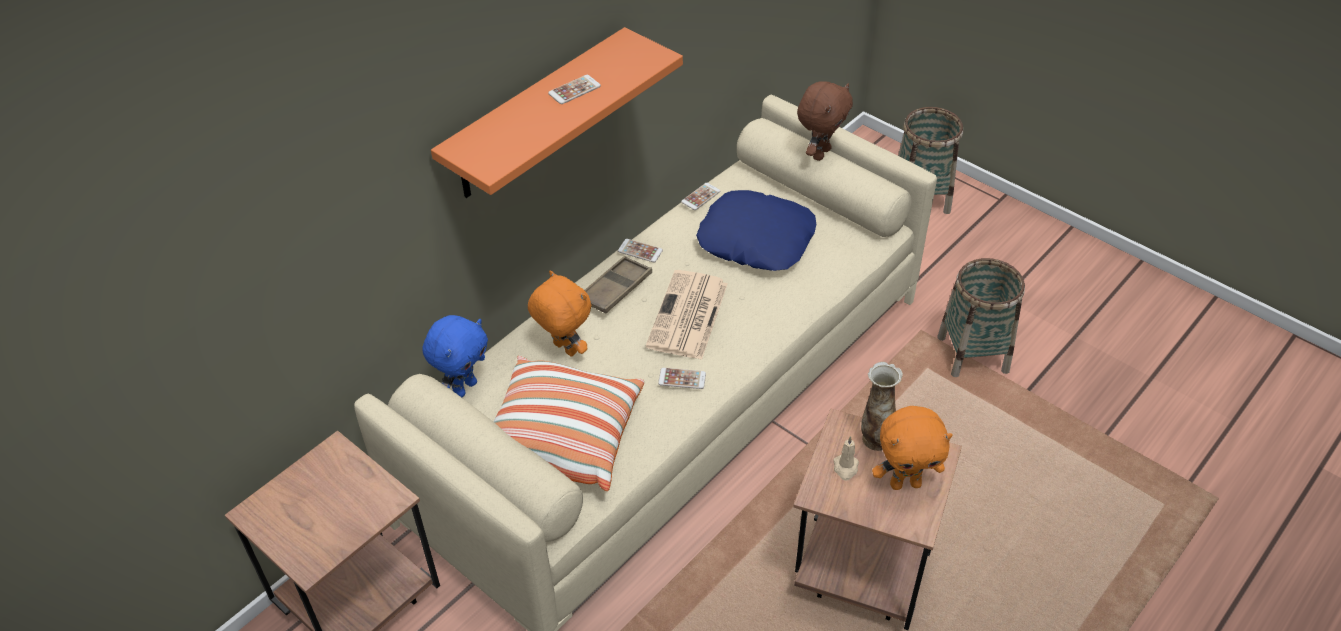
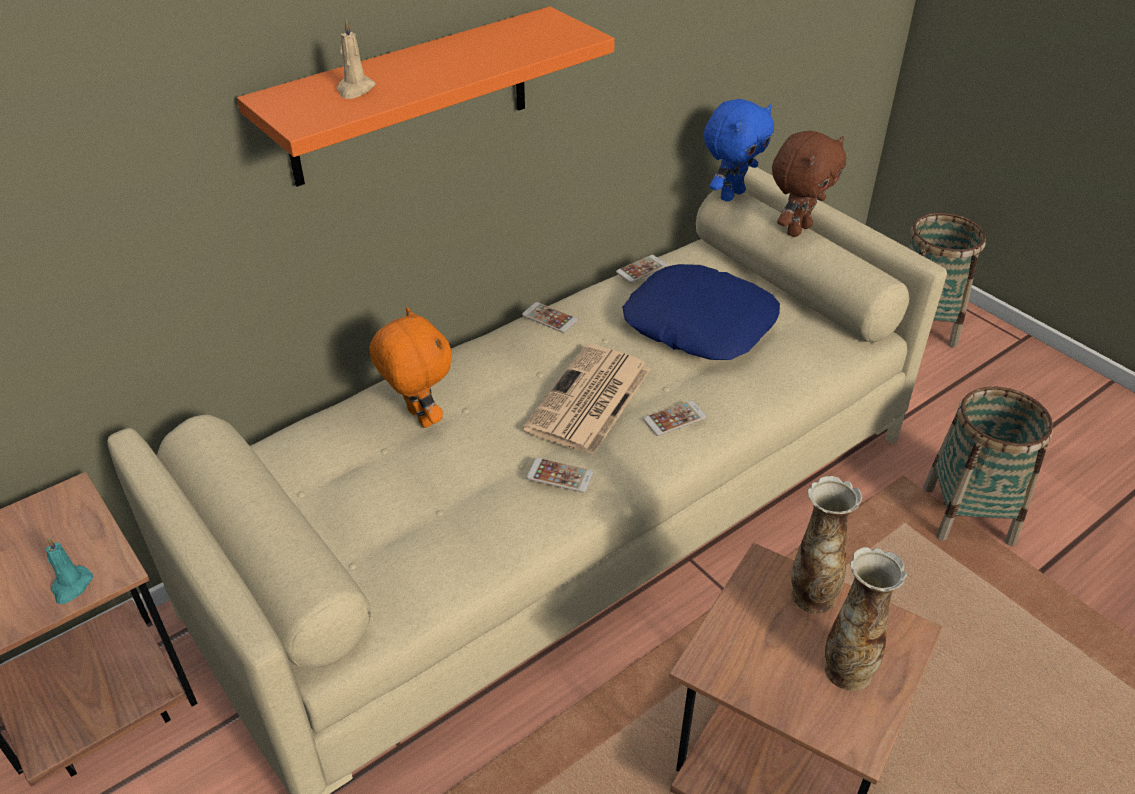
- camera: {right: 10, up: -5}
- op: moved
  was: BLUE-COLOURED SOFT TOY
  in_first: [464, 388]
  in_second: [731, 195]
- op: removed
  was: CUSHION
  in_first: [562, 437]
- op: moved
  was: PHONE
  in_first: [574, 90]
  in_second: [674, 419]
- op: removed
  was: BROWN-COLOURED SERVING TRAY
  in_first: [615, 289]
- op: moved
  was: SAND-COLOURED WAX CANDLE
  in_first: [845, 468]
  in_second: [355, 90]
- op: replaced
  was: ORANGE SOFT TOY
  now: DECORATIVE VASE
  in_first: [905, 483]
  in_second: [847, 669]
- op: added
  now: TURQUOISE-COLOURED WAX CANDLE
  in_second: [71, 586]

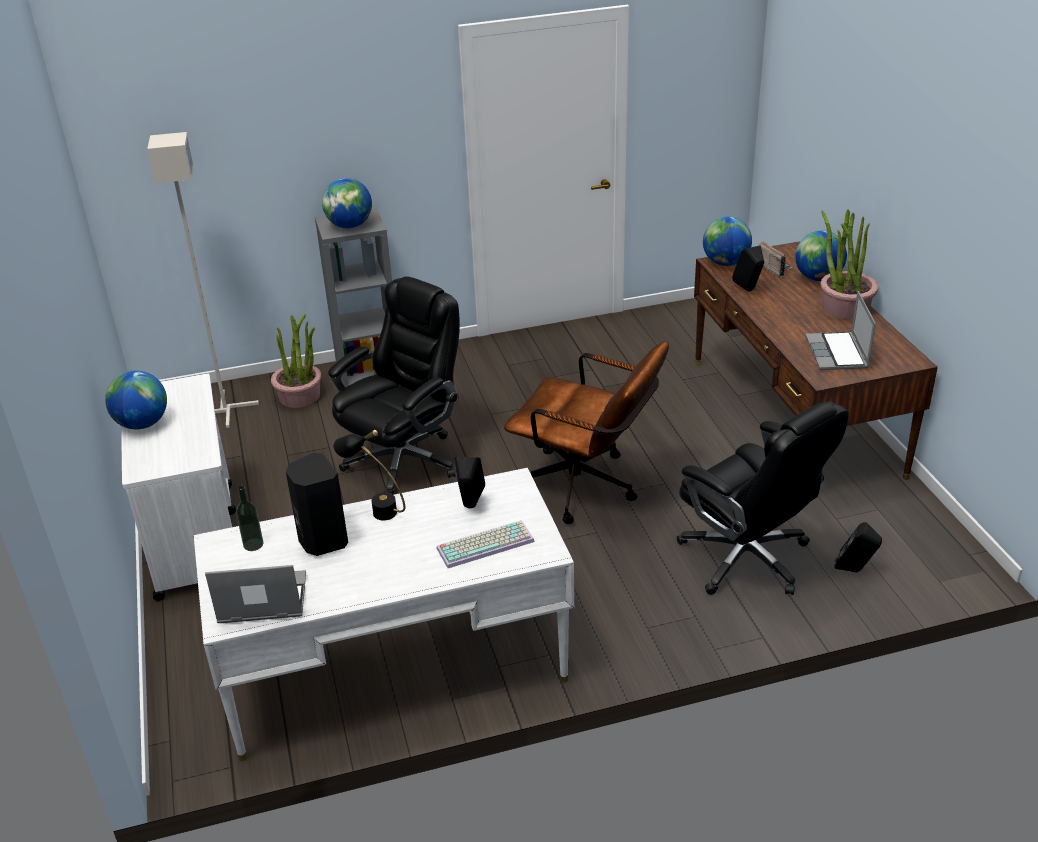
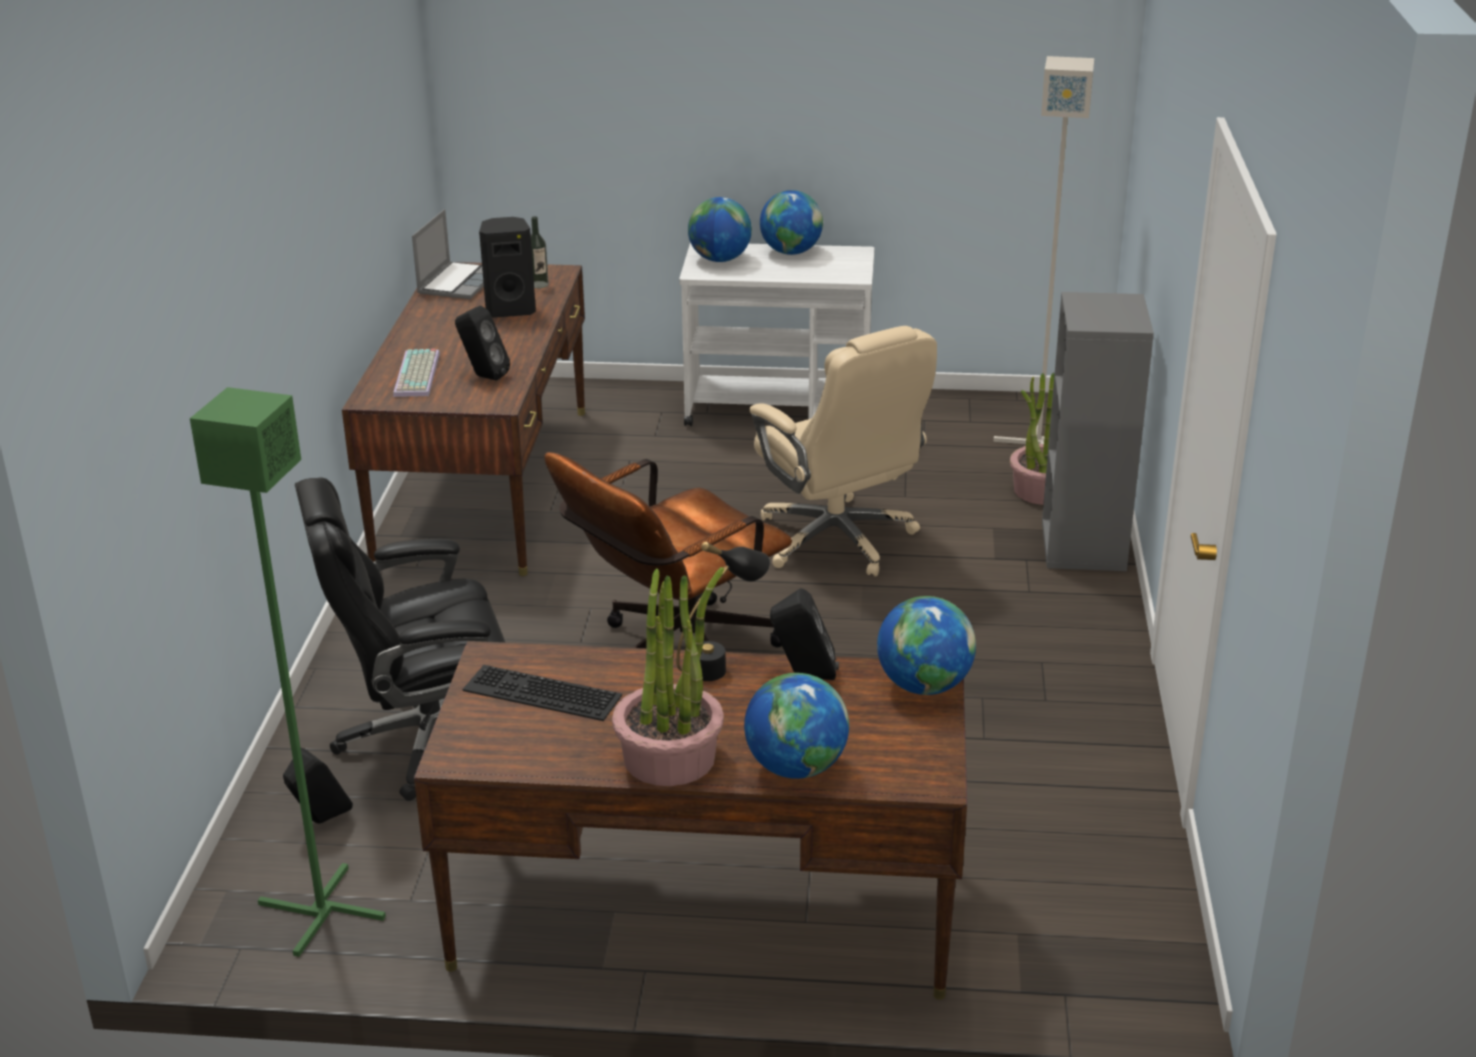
- camera: {right: 110, up: -5}
- op: recoloured
  was: WHITISH DESK TABLE
  now: BROWN-COLOURED DESK TABLE
  in_first: [395, 668]
  in_second: [485, 485]
- op: moved
  was: WORLD GLOBE
  in_first: [350, 226]
  in_second: [720, 259]
- op: recoloured
  was: BLACK-COLOURED COMPUTER CHAIR
  now: SAND-COLOURED COMPUTER CHAIR
  in_first: [404, 460]
  in_second: [838, 540]
- op: moved
  was: BLACK-COLOURED TABLETOP LAMP
  in_first: [375, 509]
  in_second: [722, 664]
- op: removed
  was: RADIO SET
  in_first: [774, 268]
- op: replaced
  was: LAPTOP
  now: KEYBOARD
  in_first: [838, 353]
  in_second: [539, 694]
- op: added
  now: GREENISH STANDARD LAMP
  in_second: [321, 912]

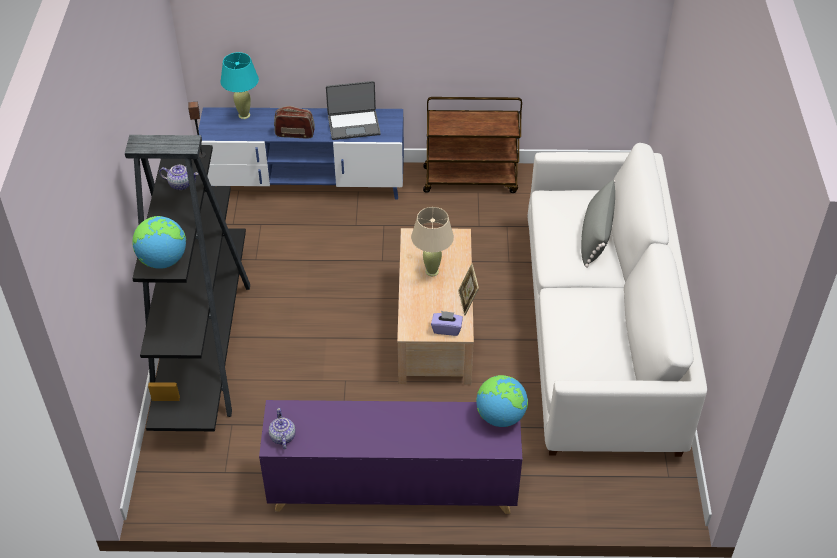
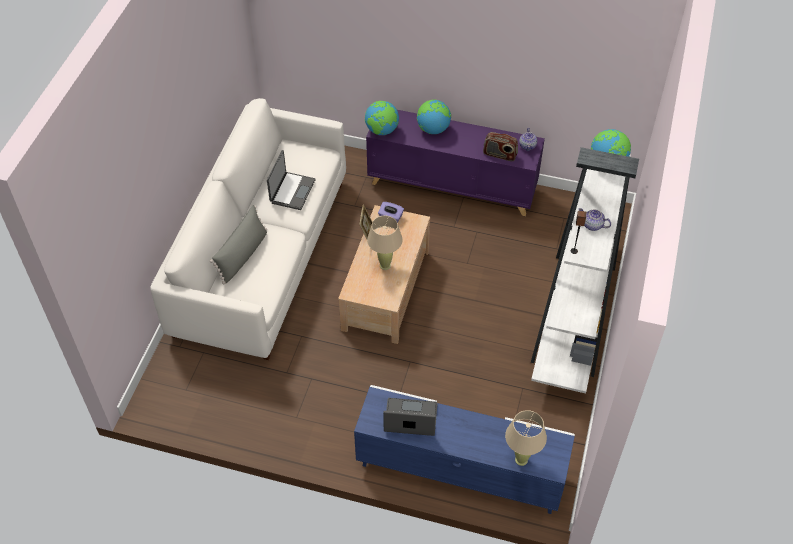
- camera: {right: -165, up: 5}
- op: recoloured
  was: BLACK-COLOURED BOOKCASE
  now: WHITISH BOOKCASE
  in_first: [203, 344]
  in_second: [574, 315]
- op: recoloured
  was: TURQUOISE-COLOURED TABLETOP LAMP
  now: SAND-COLOURED TABLETOP LAMP
  in_first: [244, 115]
  in_second: [521, 460]
- op: moved
  was: RADIO SET
  in_first: [295, 133]
  in_second: [500, 155]
- op: removed
  was: BROWN-COLOURED TROLLEY
  in_first: [471, 179]
- op: added
  now: LAPTOP
  in_second: [292, 191]
- op: added
  now: WORLD GLOBE
  in_second: [433, 129]

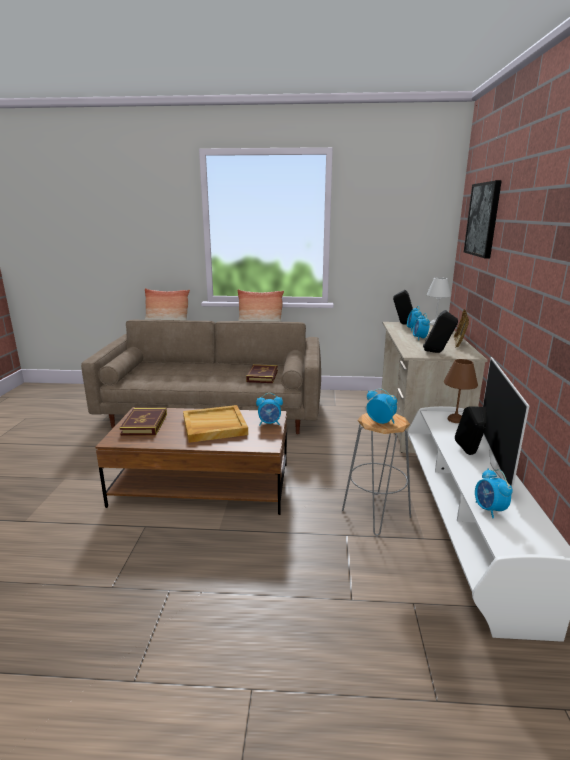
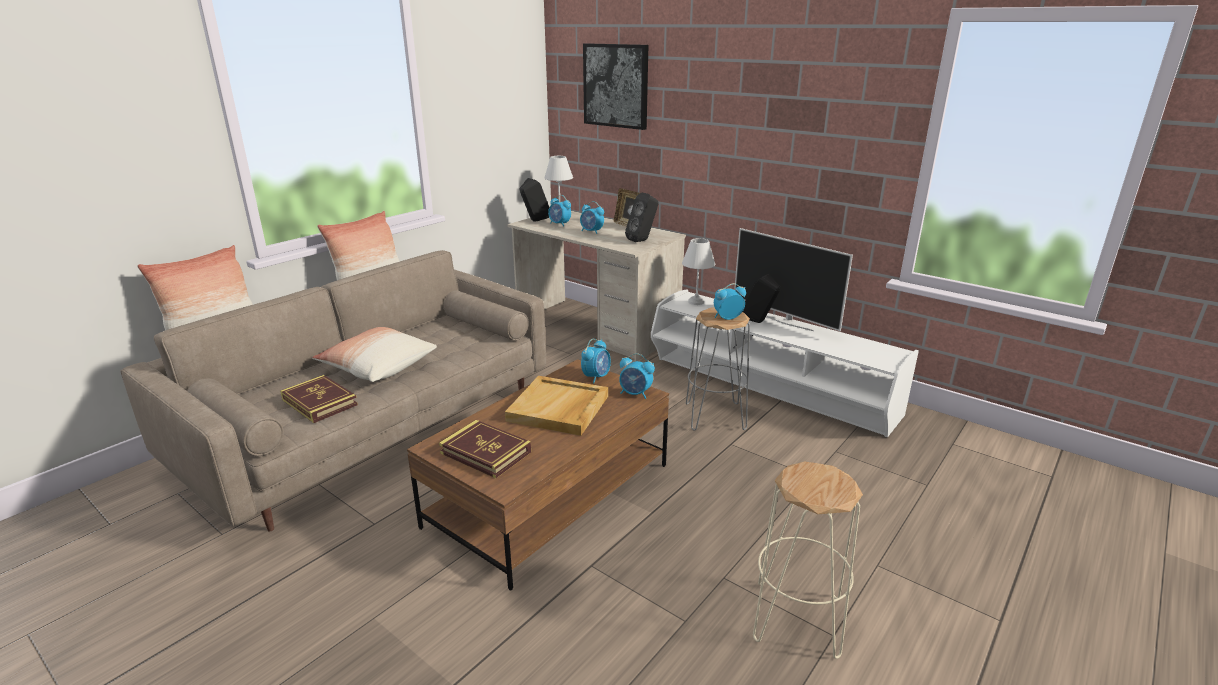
- camera: {right: -55, up: 5}
- op: moved
  was: BOUND BOOK
  in_first: [262, 376]
  in_second: [319, 402]
- op: recoloured
  was: BROWN-COLOURED TABLETOP LAMP
  now: WHITISH TABLETOP LAMP
  in_first: [454, 420]
  in_second: [695, 302]
- op: moved
  was: BEDSIDE CLOCK
  in_first: [489, 509]
  in_second: [635, 394]
- op: added
  now: CUSHION
  in_second: [377, 367]
- op: added
  now: SAND-COLOURED STOOL SEAT
  in_second: [797, 619]

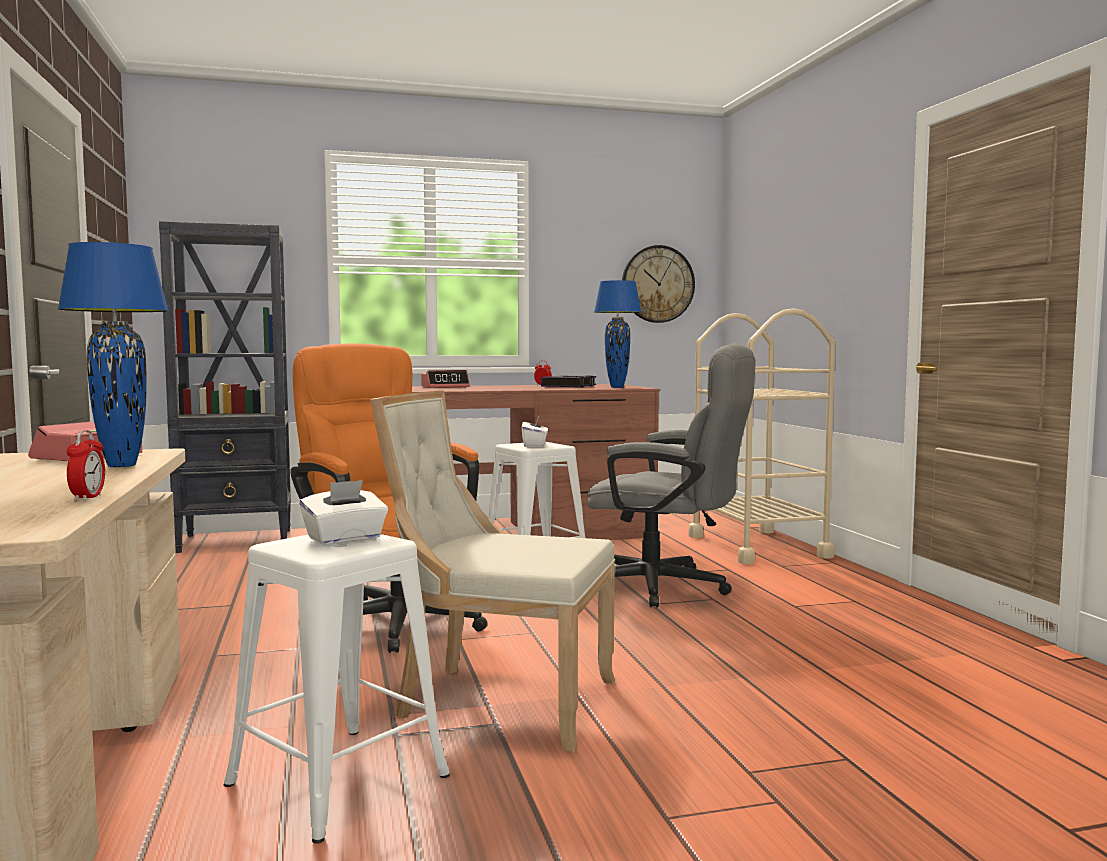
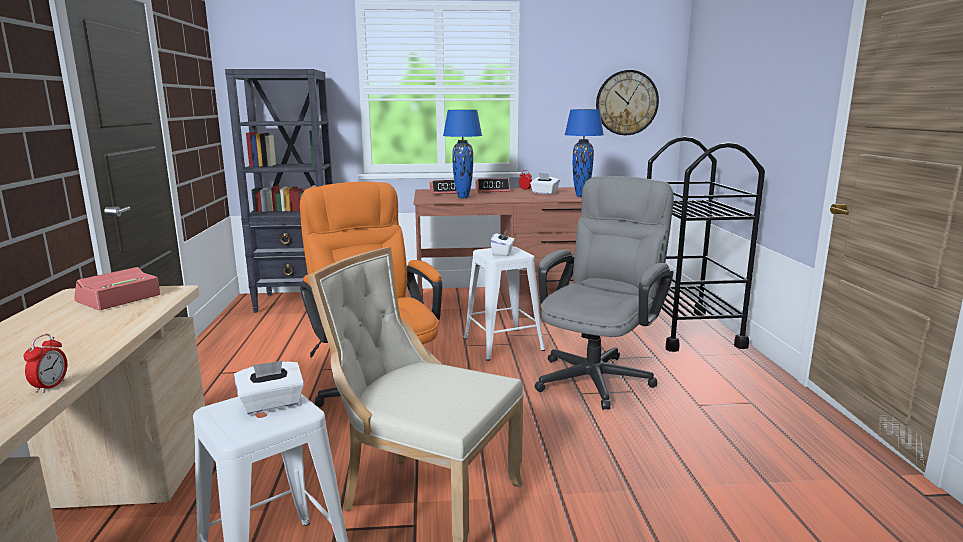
- camera: {right: 10, up: 10}
- op: moved
  was: BLUE-COLOURED TABLETOP LAMP
  in_first: [122, 465]
  in_second: [463, 197]
- op: replaced
  was: BOUND BOOK
  now: WHITISH TISSUE HOLDER
  in_first: [569, 386]
  in_second: [544, 193]
- op: turned
  was: GREY COMPUTER CHAIR
  in_first: [667, 588]
  in_second: [598, 375]
  clockwise: -90
- op: recoloured
  was: SAND-COLOURED TROLLEY
  now: BLACK-COLOURED TROLLEY
  in_first: [757, 546]
  in_second: [687, 330]
- op: added
  now: BEDSIDE CLOCK
  in_second: [492, 190]

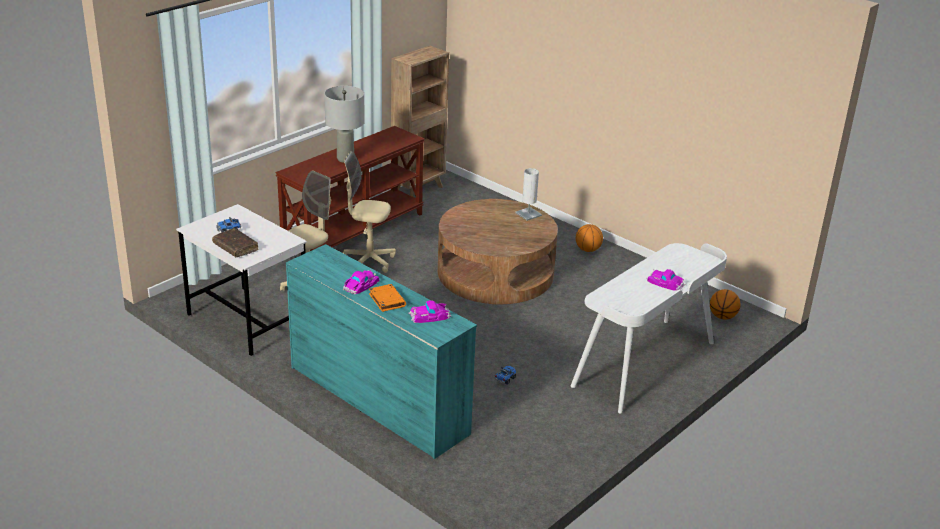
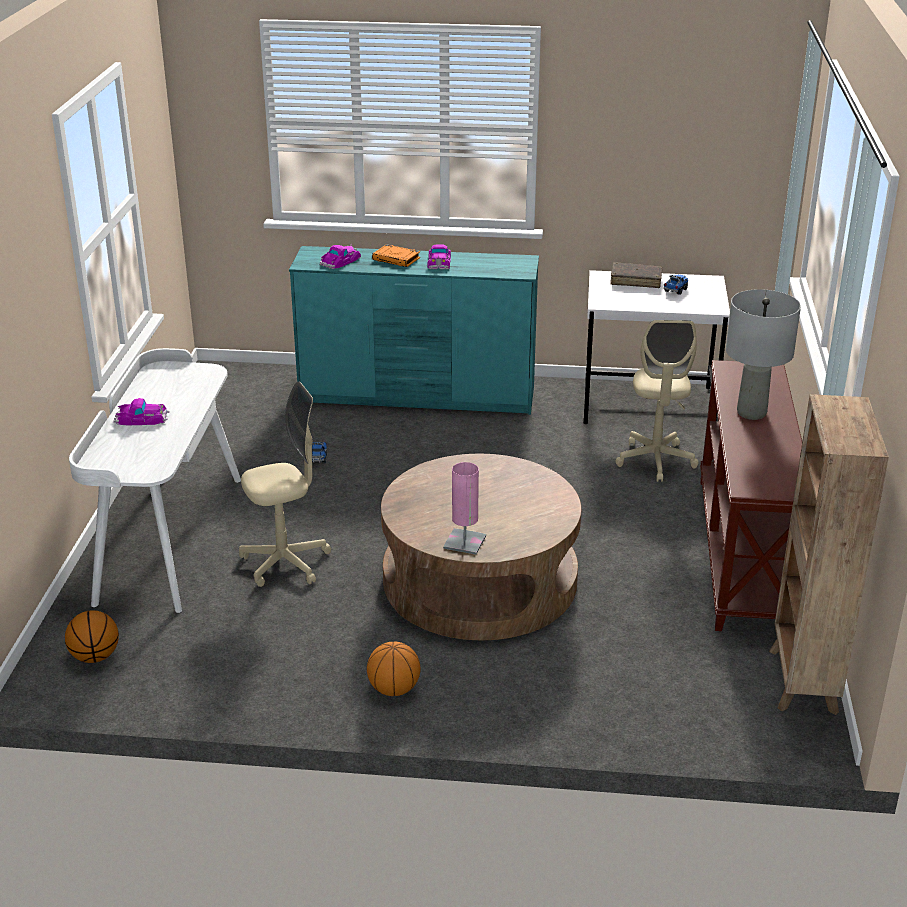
- camera: {right: 145, up: 0}
- op: moved
  was: SAND-COLOURED COMPUTER CHAIR
  in_first: [368, 261]
  in_second: [285, 563]
- op: recoloured
  was: WHITISH TABLETOP LAMP
  now: PINK TABLETOP LAMP
  in_first: [528, 214]
  in_second: [464, 542]

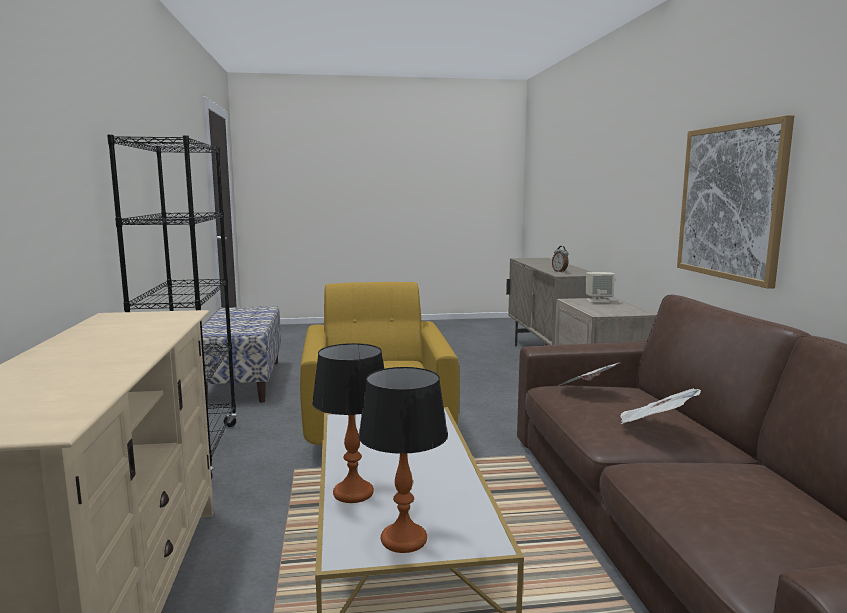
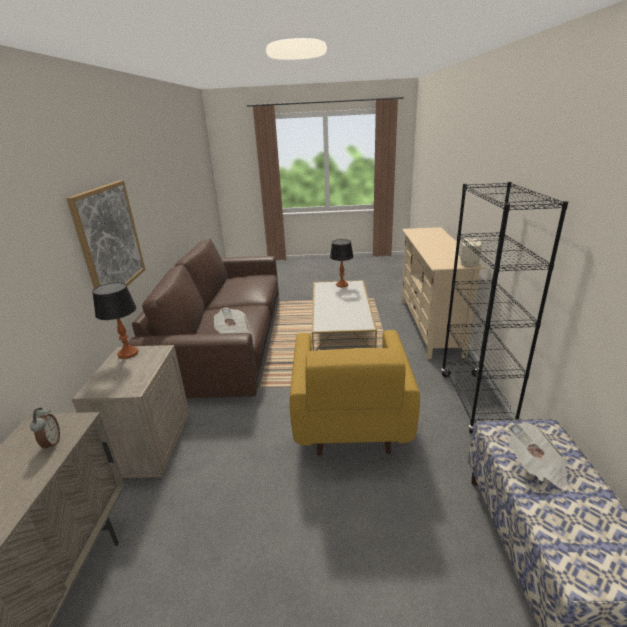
- camera: {right: -170, up: 15}
- op: moved
  was: TABLETOP LAMP
  in_first: [353, 493]
  in_second: [128, 353]
- op: moved
  was: SAND-COLOURED AUDIO SPEAKER
  in_first: [598, 301]
  in_second: [468, 263]
- op: moved
  was: DAILY PAPER
  in_first: [654, 425]
  in_second: [536, 467]

